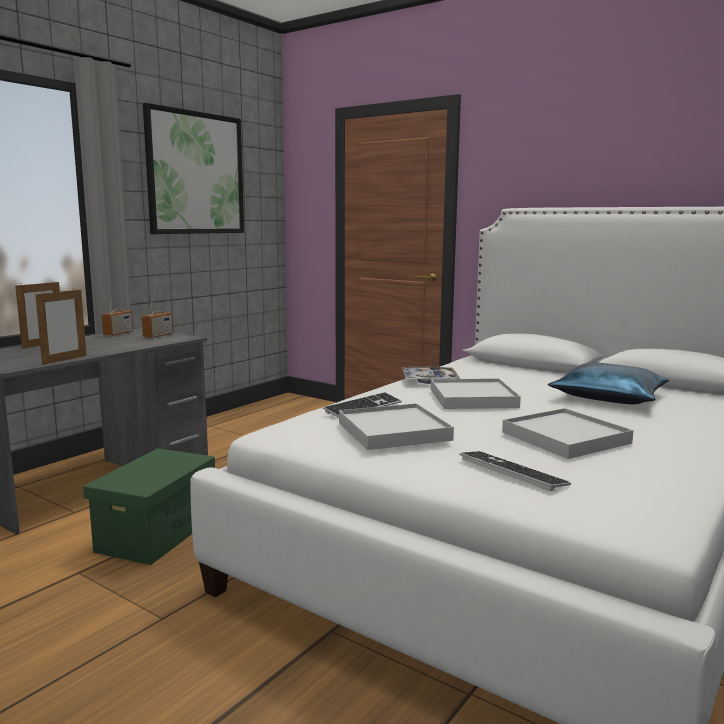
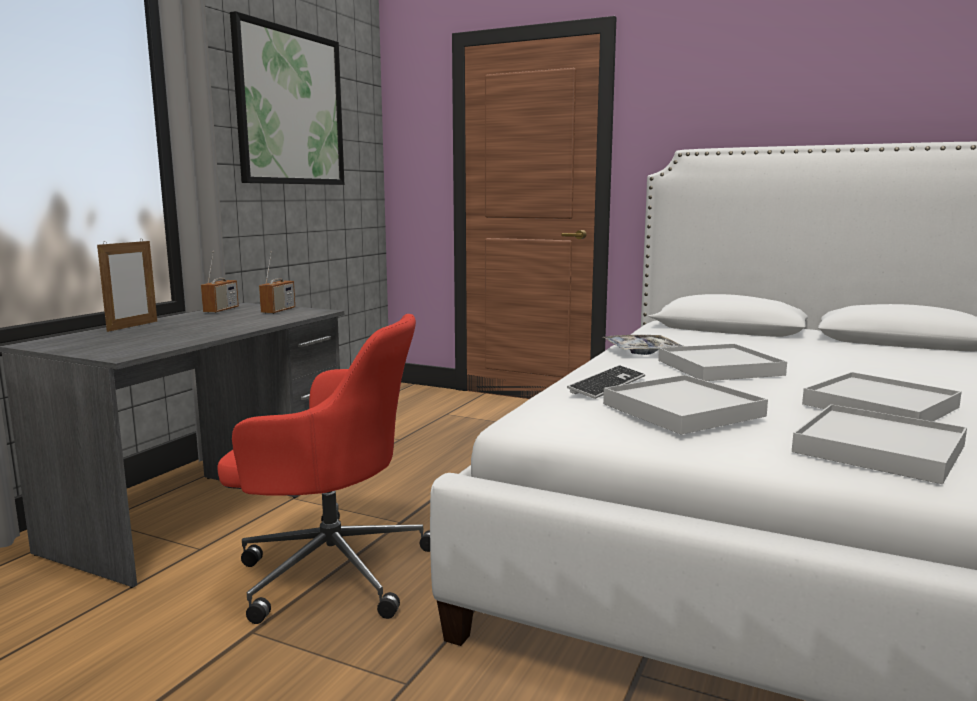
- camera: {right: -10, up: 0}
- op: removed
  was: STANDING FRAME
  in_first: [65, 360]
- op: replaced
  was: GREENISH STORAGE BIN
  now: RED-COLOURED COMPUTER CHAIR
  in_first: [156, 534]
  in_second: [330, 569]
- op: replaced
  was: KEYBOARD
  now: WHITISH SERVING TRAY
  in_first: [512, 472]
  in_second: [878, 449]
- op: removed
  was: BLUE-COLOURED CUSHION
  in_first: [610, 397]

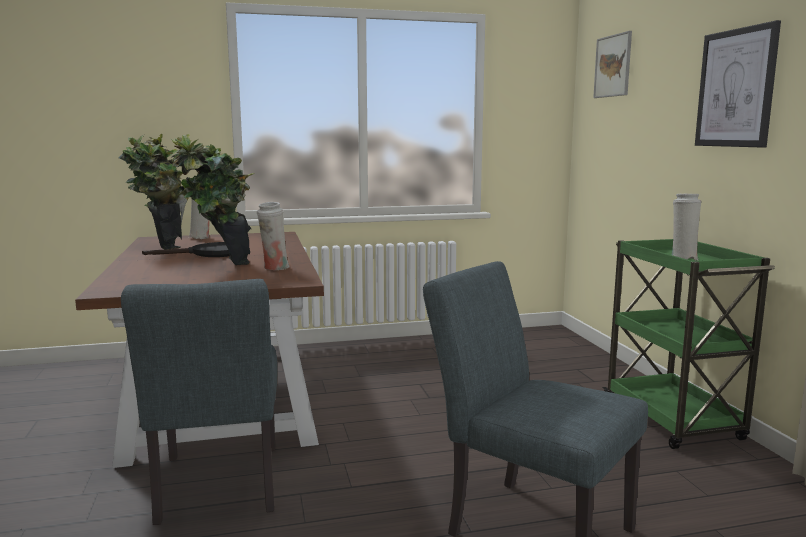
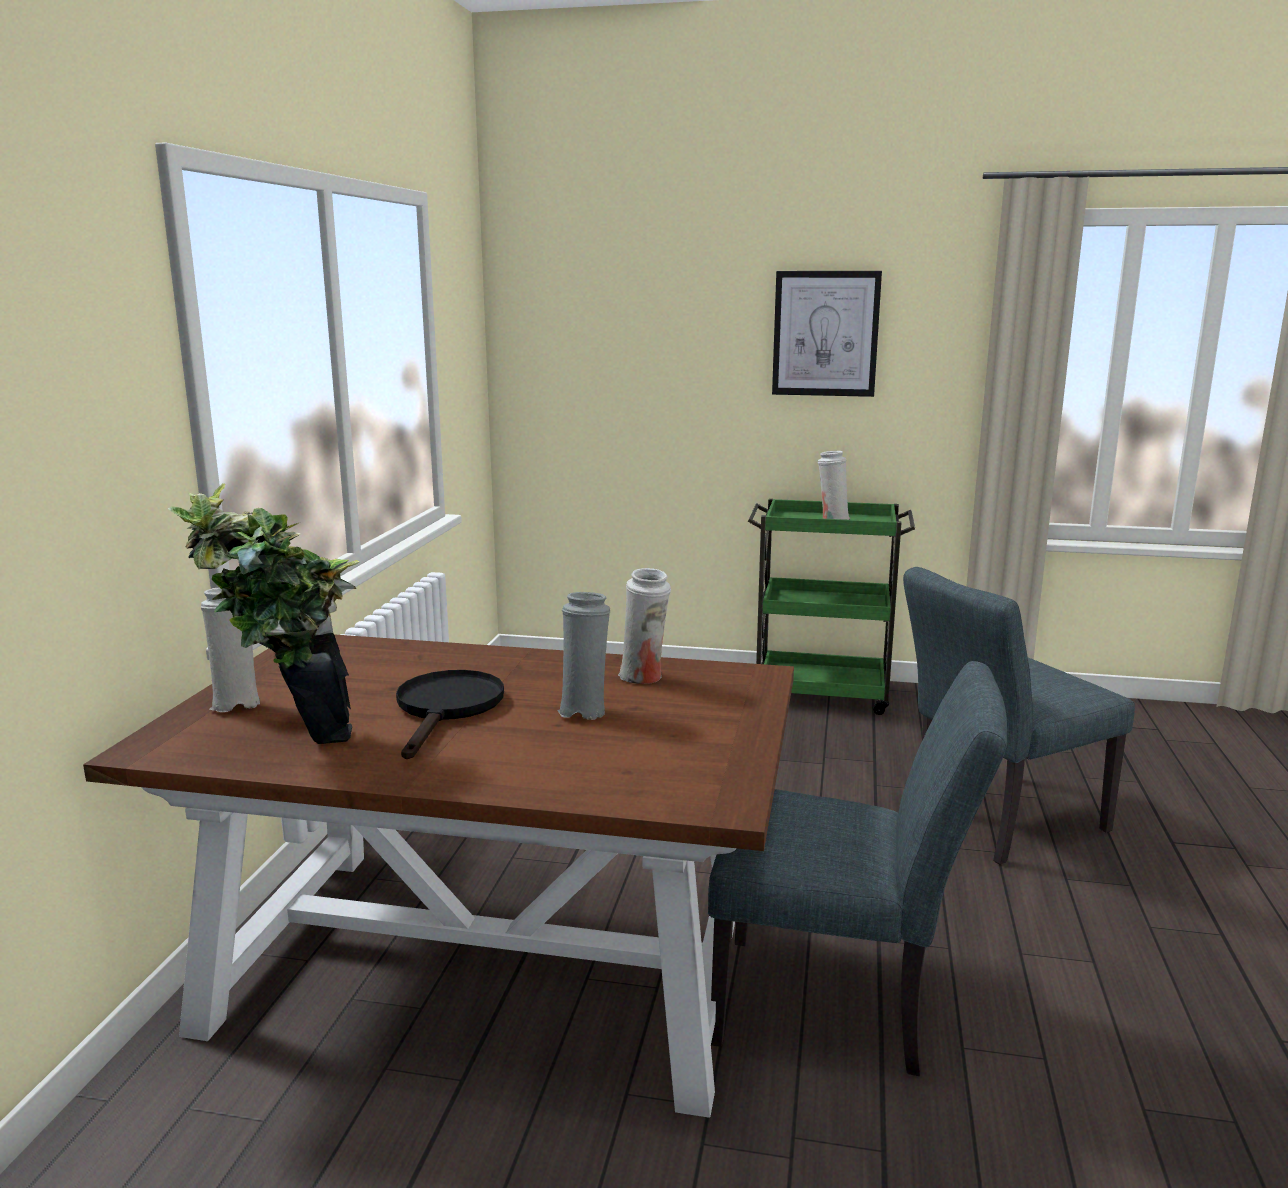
- camera: {right: -65, up: 5}
- op: replaced
  was: POTTED PLANT
  now: GREY DECORATIVE VASE
  in_first: [219, 266]
  in_second: [584, 711]
- op: removed
  was: WALL PICTURE
  in_first: [613, 66]

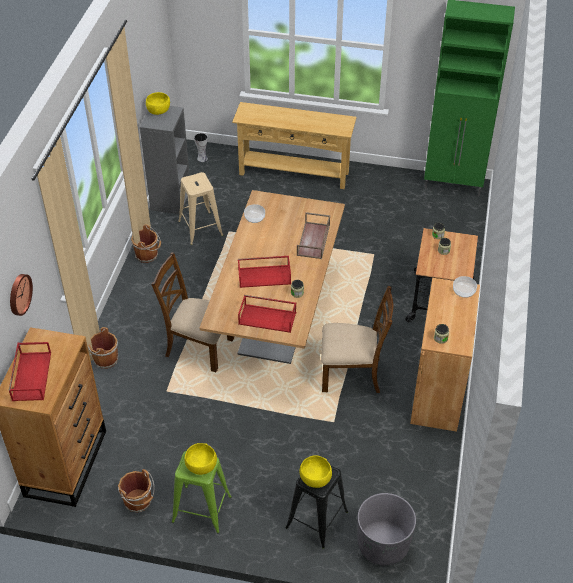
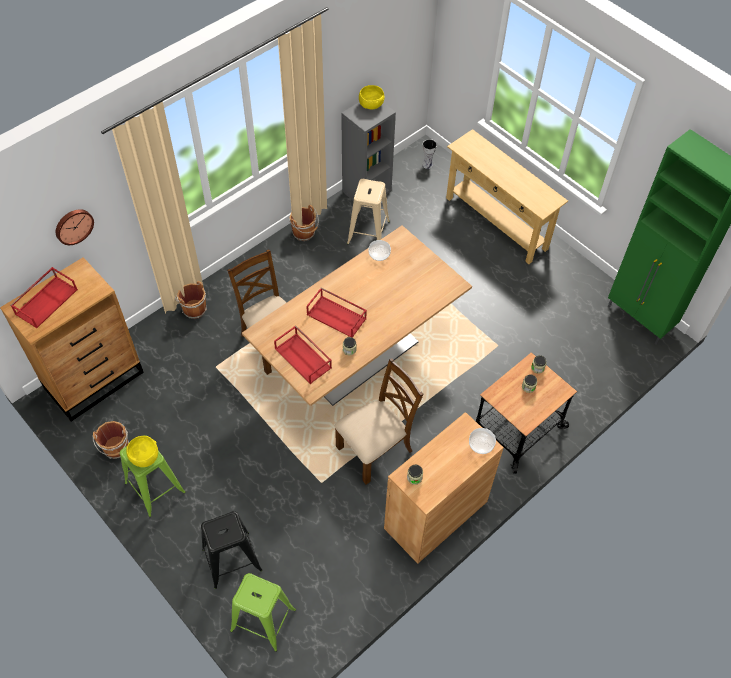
- camera: {right: 35, up: 10}
- op: removed
  was: BROWN-COLOURED SERVING TRAY
  in_first: [314, 240]
- op: removed
  was: YELLOW-COLOURED SERVING BOWL
  in_first: [315, 479]
- op: turned
  was: BROWN-COLOURED PLAIN CHAIR
  in_first: [352, 374]
  in_second: [375, 449]
  clockwise: -75
- op: replaced
  was: GREY PLANTER
  now: GREENISH STOOL SEAT
  in_first: [383, 544]
  in_second: [263, 620]

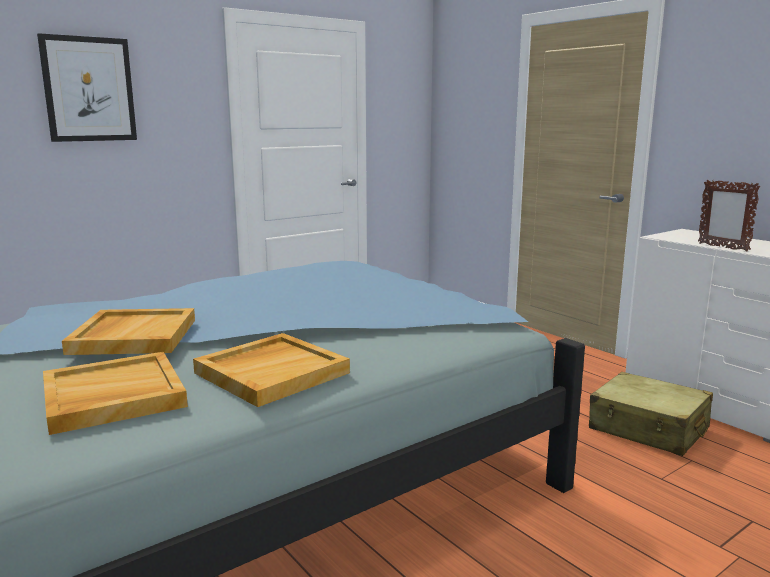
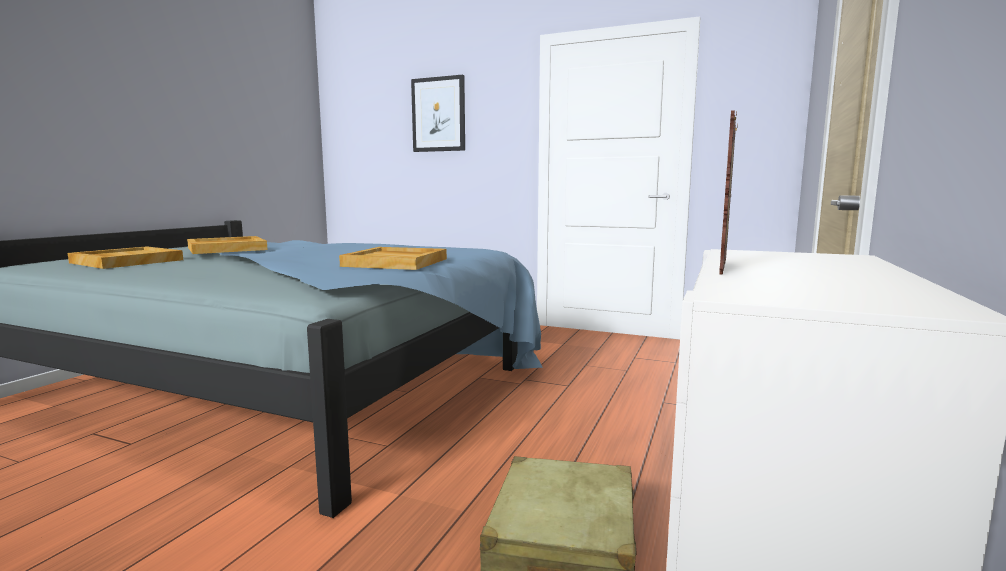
- camera: {right: 60, up: -5}
- op: moved
  was: SAND-COLOURED SERVING TRAY
  in_first: [272, 372]
  in_second: [397, 262]

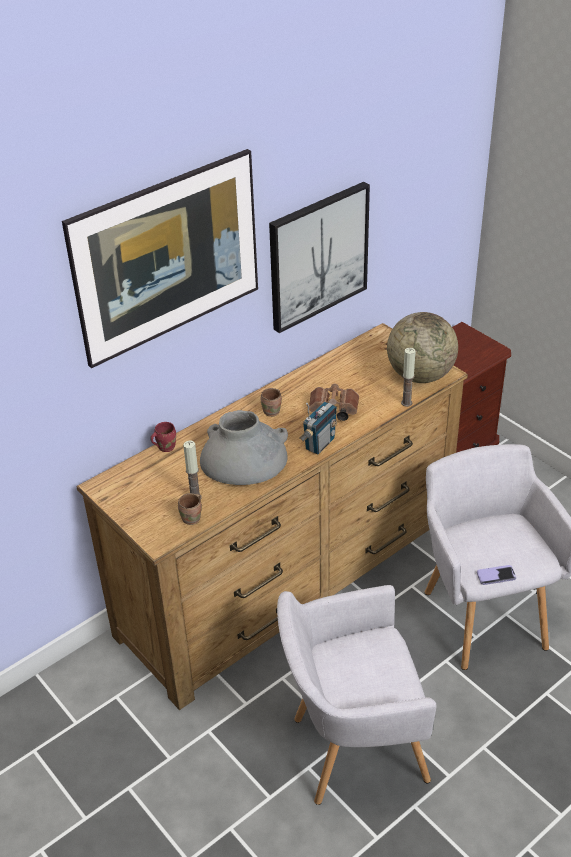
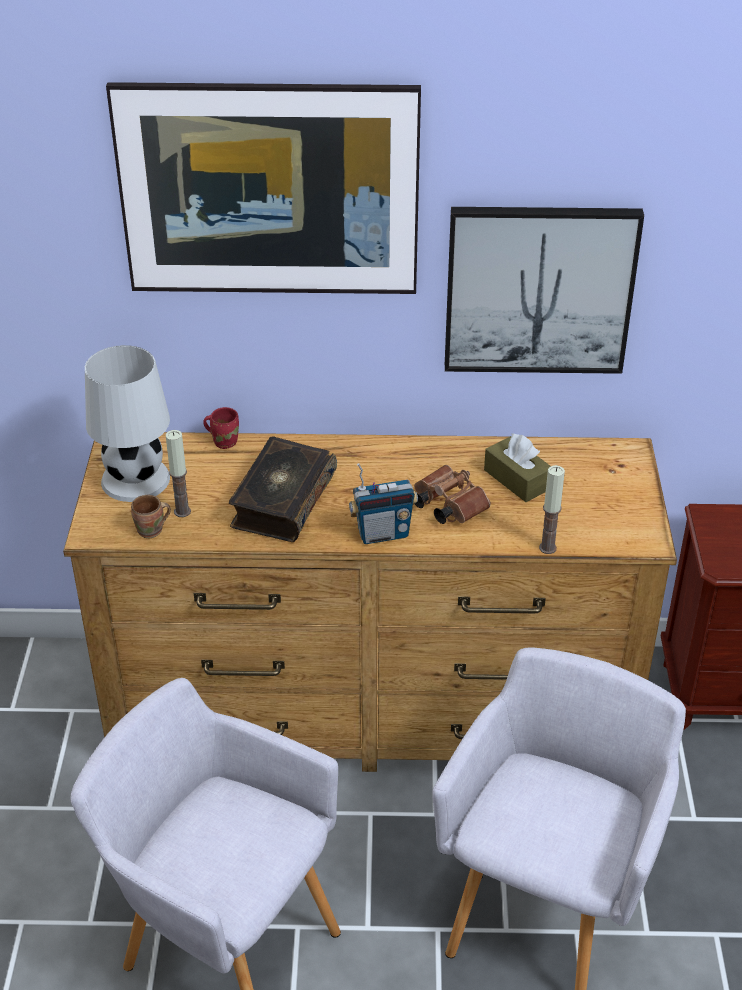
- camera: {right: 40, up: 0}
- op: replaced
  was: GREY DECORATIVE VASE
  now: BOUND BOOK
  in_first: [243, 459]
  in_second: [282, 501]
- op: removed
  was: BROWN-COLOURED COFFEE MUG
  in_first: [273, 411]
- op: removed
  was: WORLD GLOBE
  in_first: [420, 375]
- op: removed
  was: PHONE
  in_first: [496, 576]
- op: added
  now: WHITISH TABLETOP LAMP
  in_second: [136, 479]
- op: added
  now: BROWN-COLOURED TISSUE HOLDER
  in_second: [517, 479]

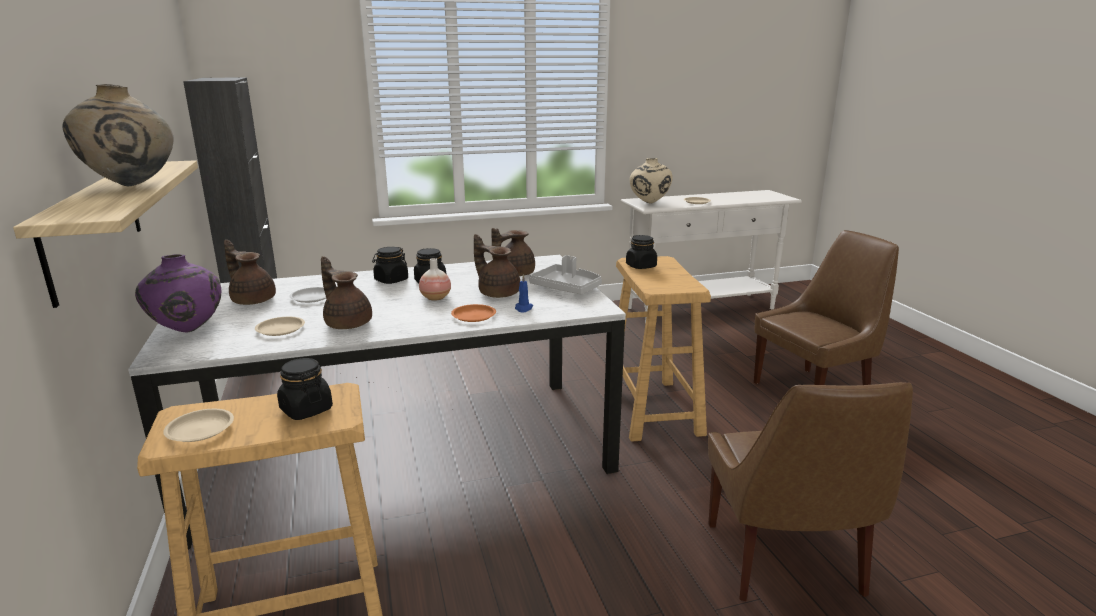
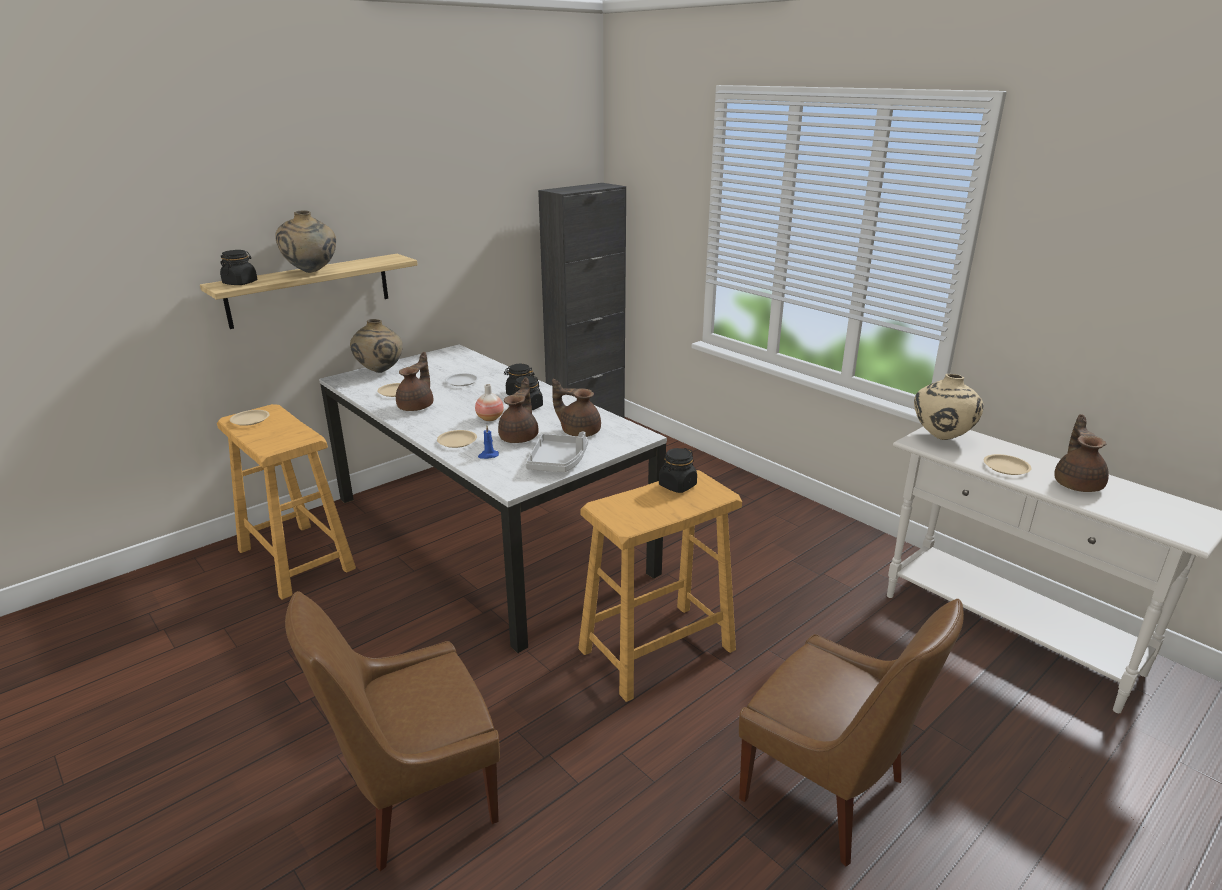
- camera: {right: 65, up: 5}
- op: recoloured
  was: PURPLE DECORATIVE VASE
  now: SAND-COLOURED DECORATIVE VASE
  in_first: [187, 331]
  in_second: [380, 371]
- op: moved
  was: BROWN-COLOURED TEA POT
  in_first: [253, 300]
  in_second: [1077, 484]
- op: moved
  was: BLACK-COLOURED JAR
  in_first: [306, 409]
  in_second: [240, 283]
- op: recoloured
  was: ORANGE FLAT DISH
  now: SAND-COLOURED FLAT DISH
  in_first: [473, 316]
  in_second: [457, 441]

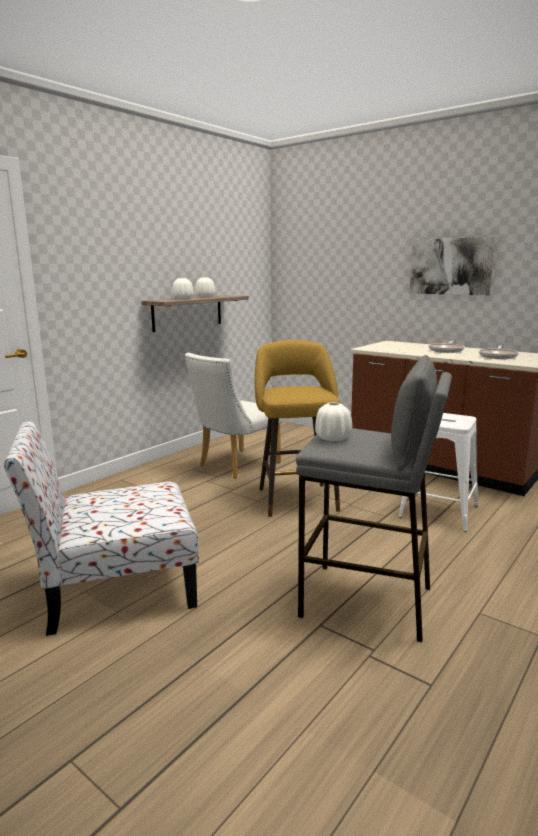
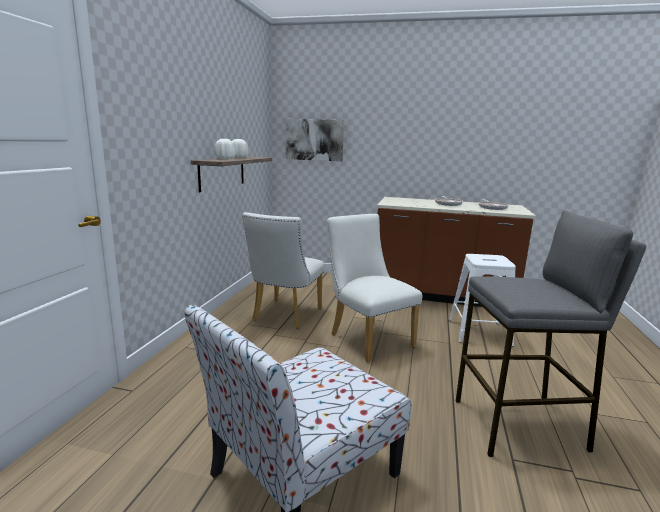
- camera: {right: -25, up: 0}
- op: replaced
  was: YELLOW-COLOURED STOOL SEAT
  now: WHITISH PLAIN CHAIR
  in_first: [296, 497]
  in_second: [367, 338]
- op: removed
  was: WHITISH DECORATIVE VASE
  in_first: [332, 438]
- op: moved
  was: WALL PICTURE
  in_first: [450, 266]
  in_second: [314, 140]

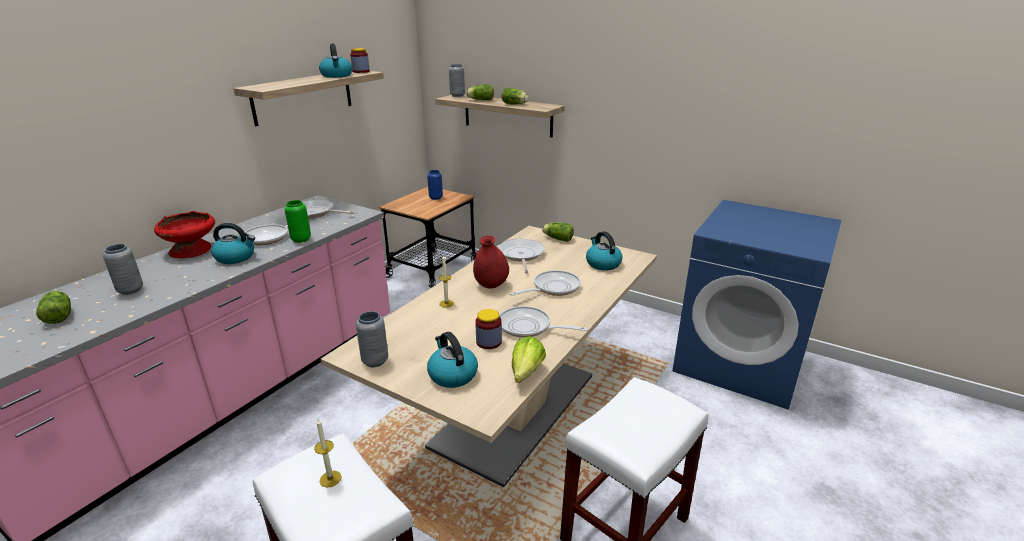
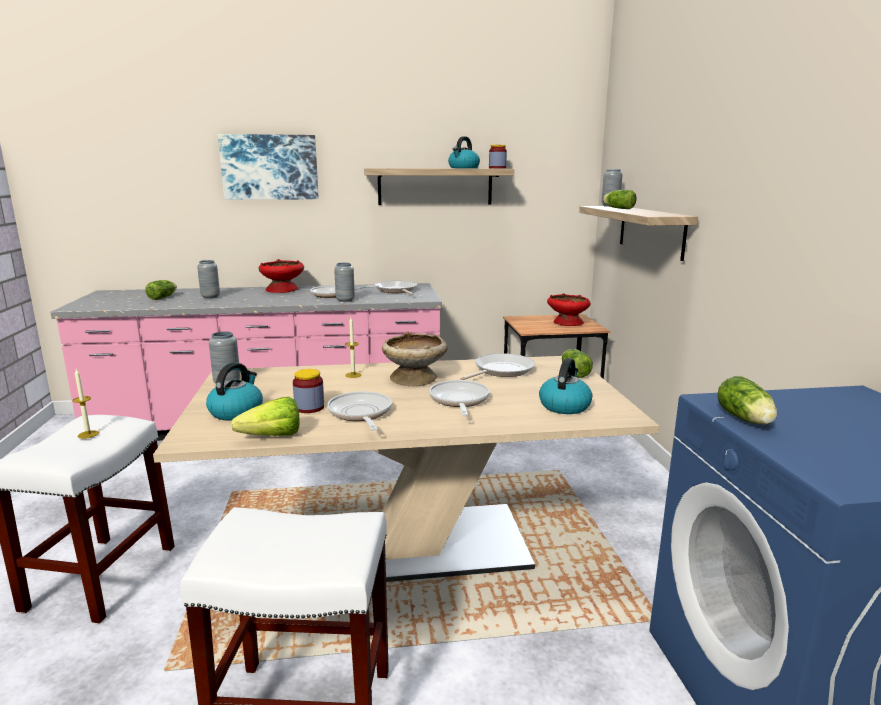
- camera: {right: 50, up: -10}
- op: removed
  was: WATER KETTLE
  in_first: [236, 257]
- op: recoloured
  was: GREENISH DECORATIVE VASE
  now: GREY DECORATIVE VASE
  in_first: [301, 239]
  in_second: [345, 300]
- op: replaced
  was: BLUE-COLOURED DECORATIVE VASE
  now: RED-COLOURED SERVING BOWL
  in_first: [436, 198]
  in_second: [567, 323]
- op: replaced
  was: RED-COLOURED DECORATIVE VASE
  now: SAND-COLOURED SERVING BOWL
  in_first: [491, 285]
  in_second: [415, 378]
- op: moved
  was: LETTUCE HEAD
  in_first: [515, 104]
  in_second: [746, 420]
- op: turned
  was: SKILLET
  in_first: [553, 288]
  in_second: [459, 401]
  clockwise: -105
- op: added
  now: WALL PICTURE
  in_second: [270, 167]

